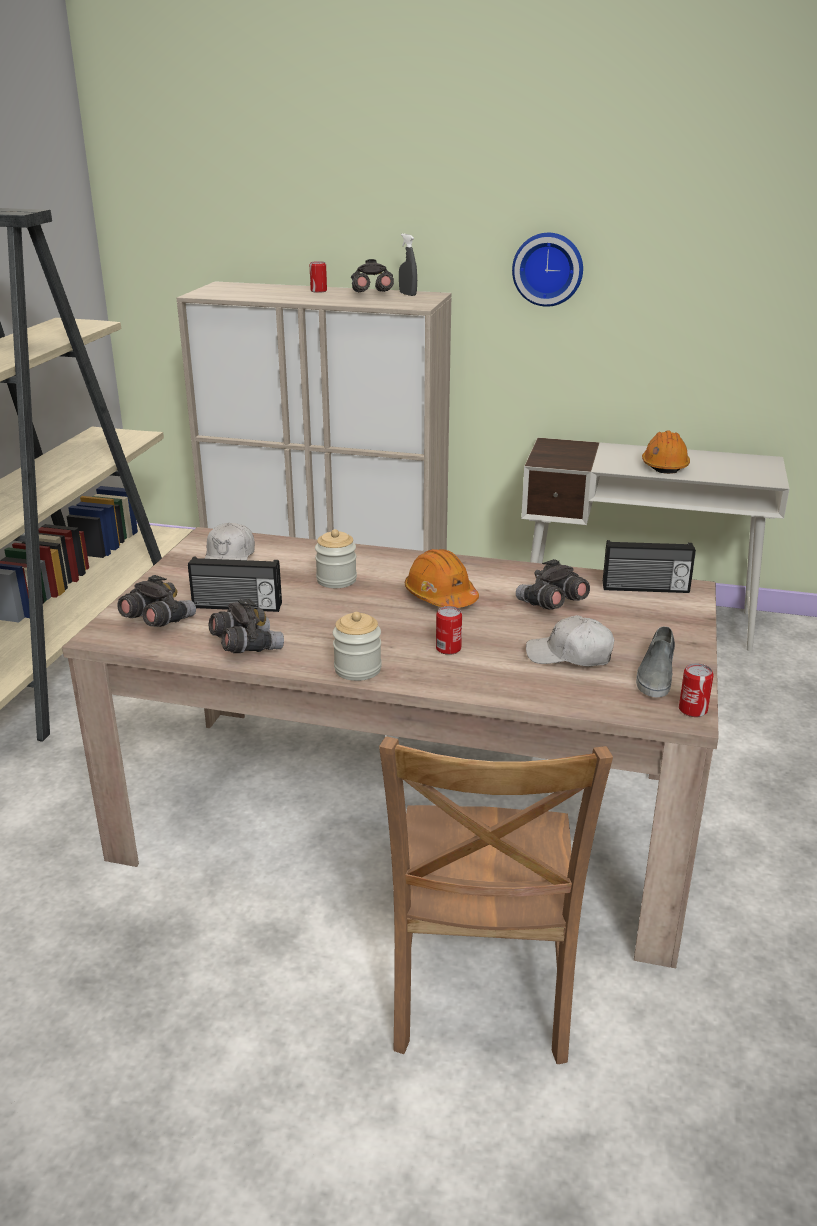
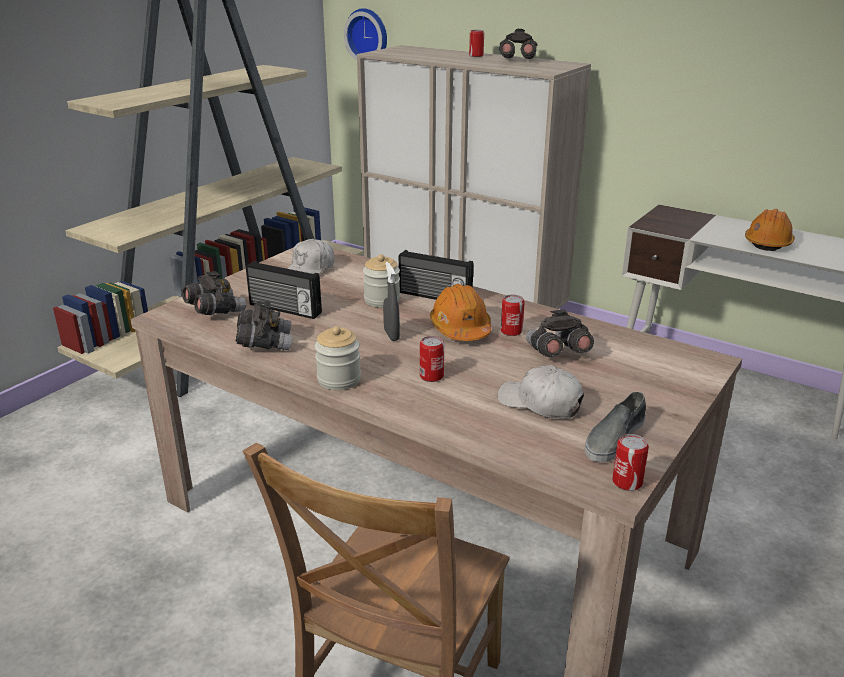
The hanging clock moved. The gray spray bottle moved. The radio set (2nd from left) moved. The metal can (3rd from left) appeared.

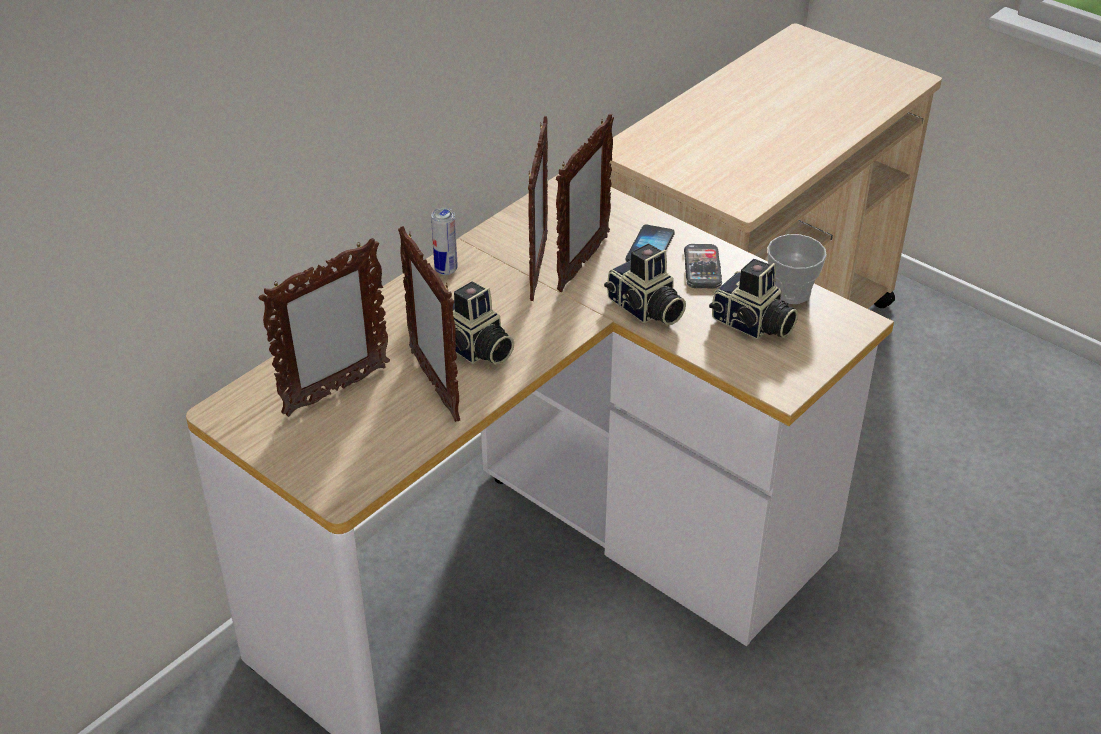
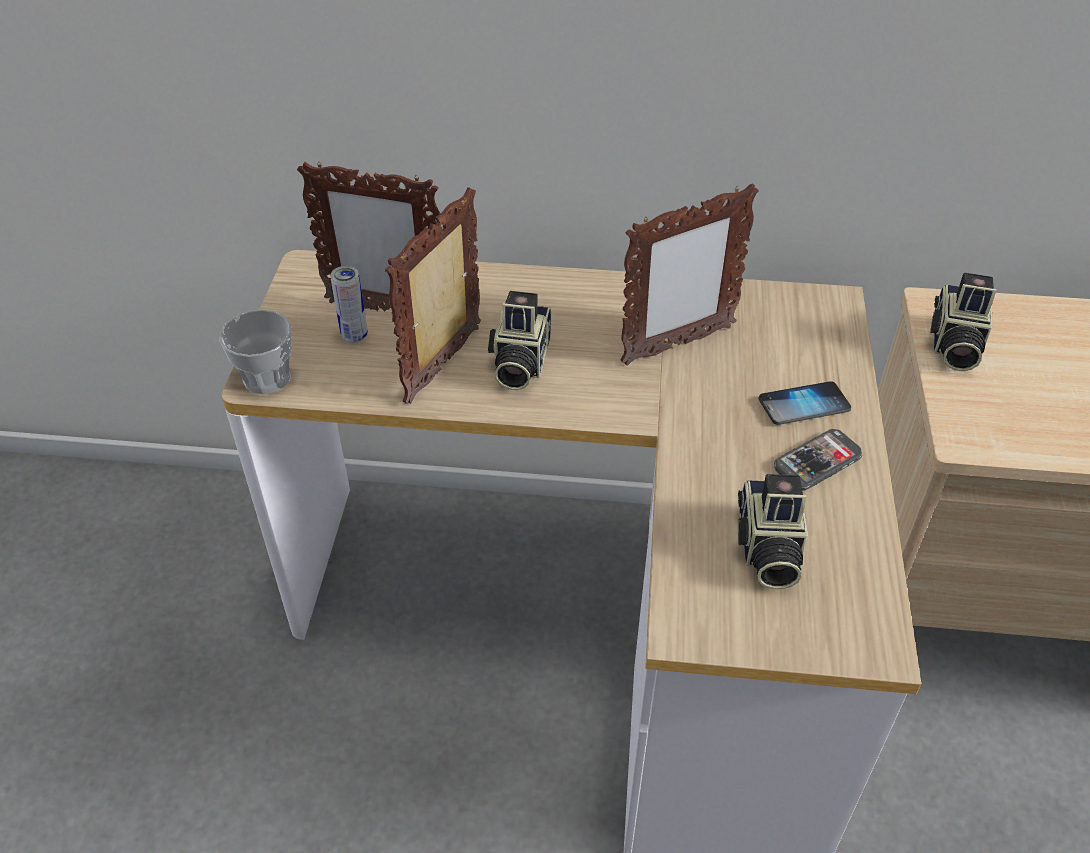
The cup moved. The metal can moved. The photo camera (2nd from left in the first image) moved. The standing frame (4th from left) disappeared.

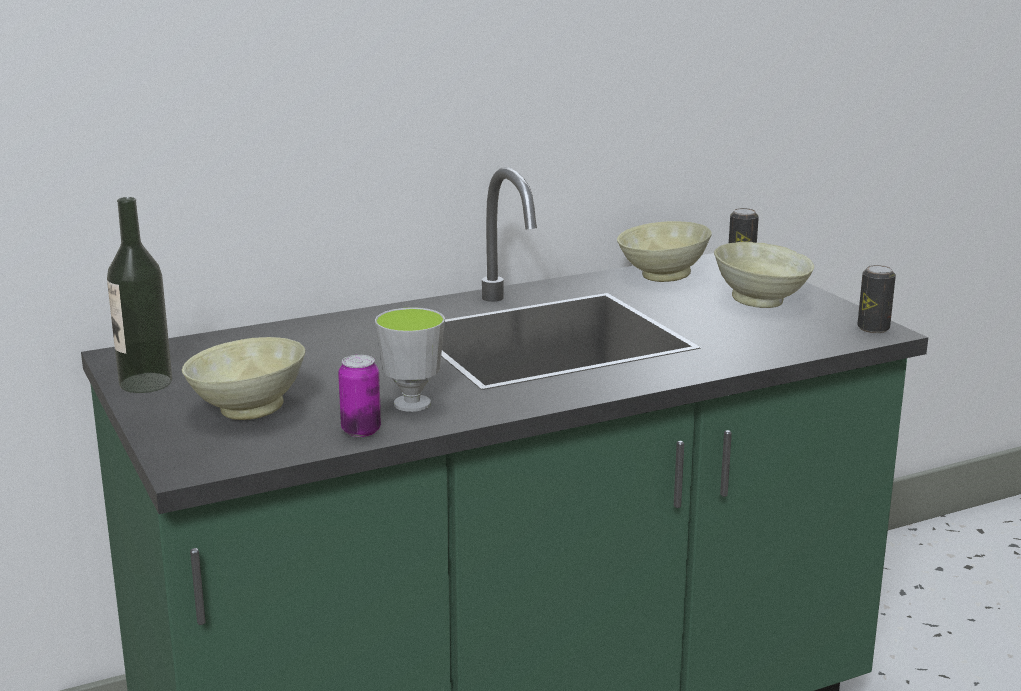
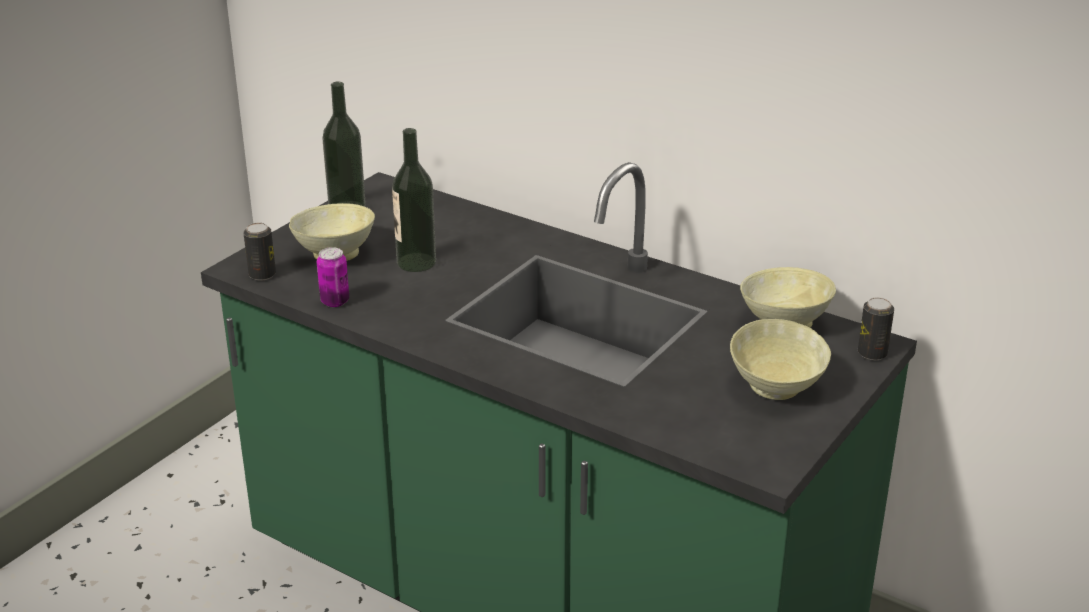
The metal can (3rd from left in the first image) moved. The bottle (2nd from left) appeared. The cup disappeared.

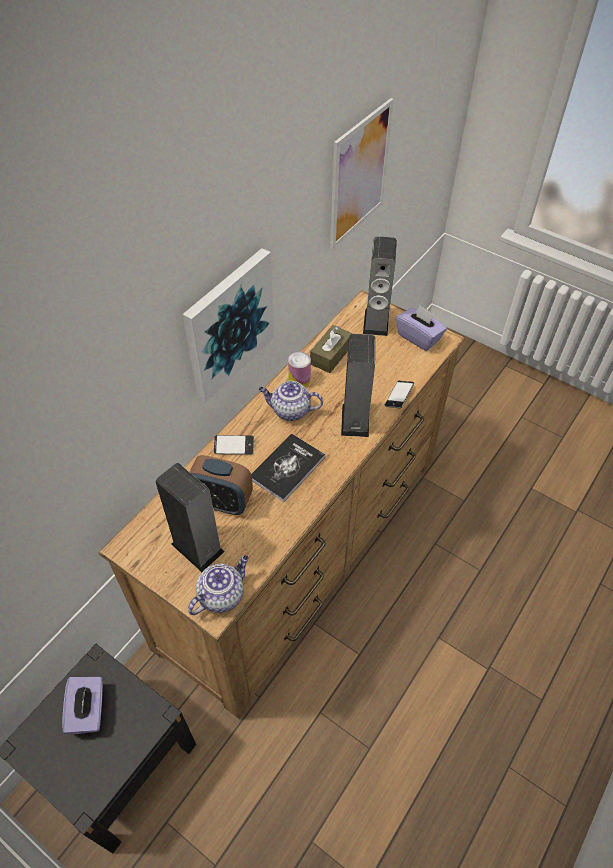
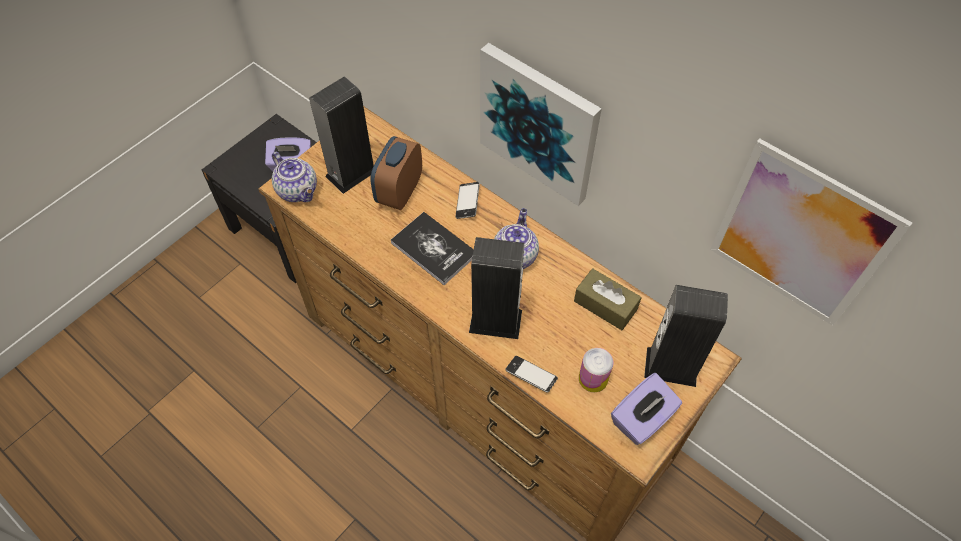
The metal can moved.

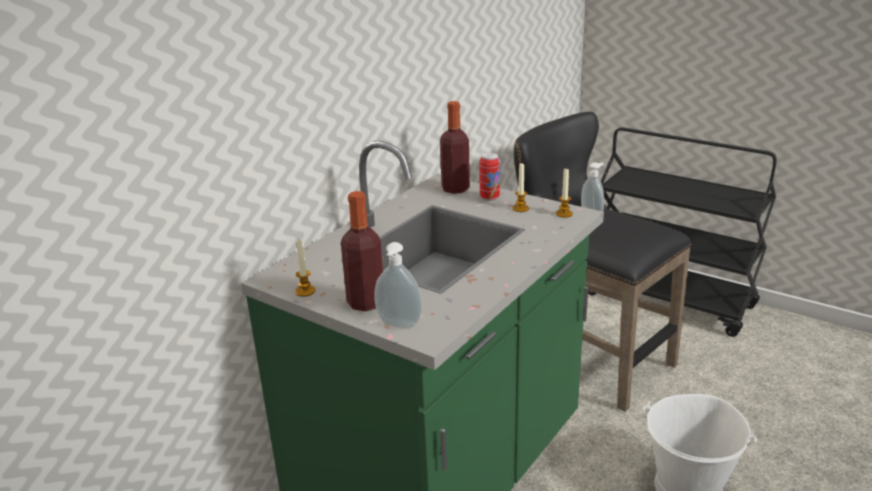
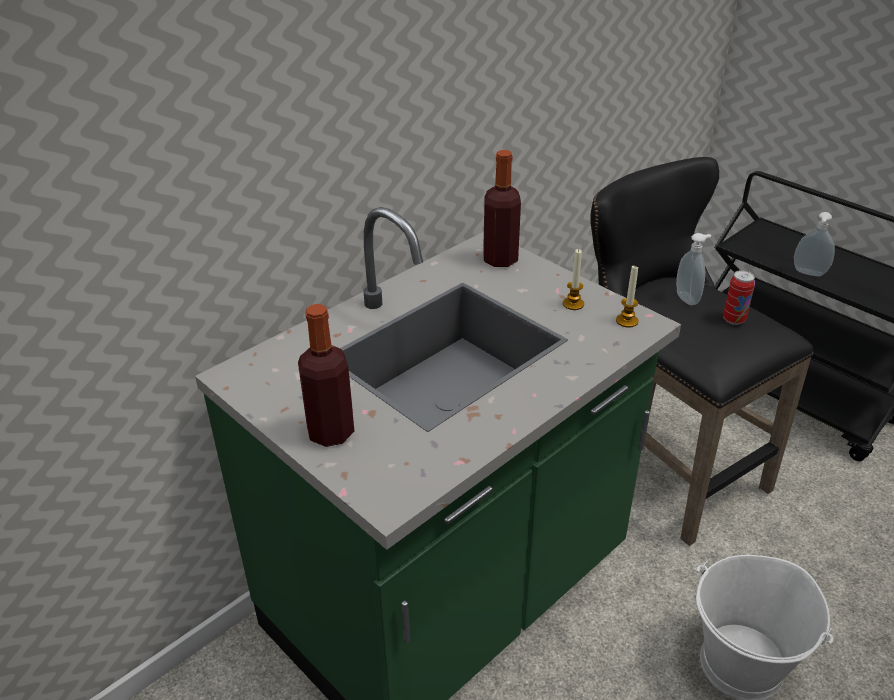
The metal can moved. The soap dispenser (1st from left in the first image) moved. The wax candle (1st from left) disappeared.

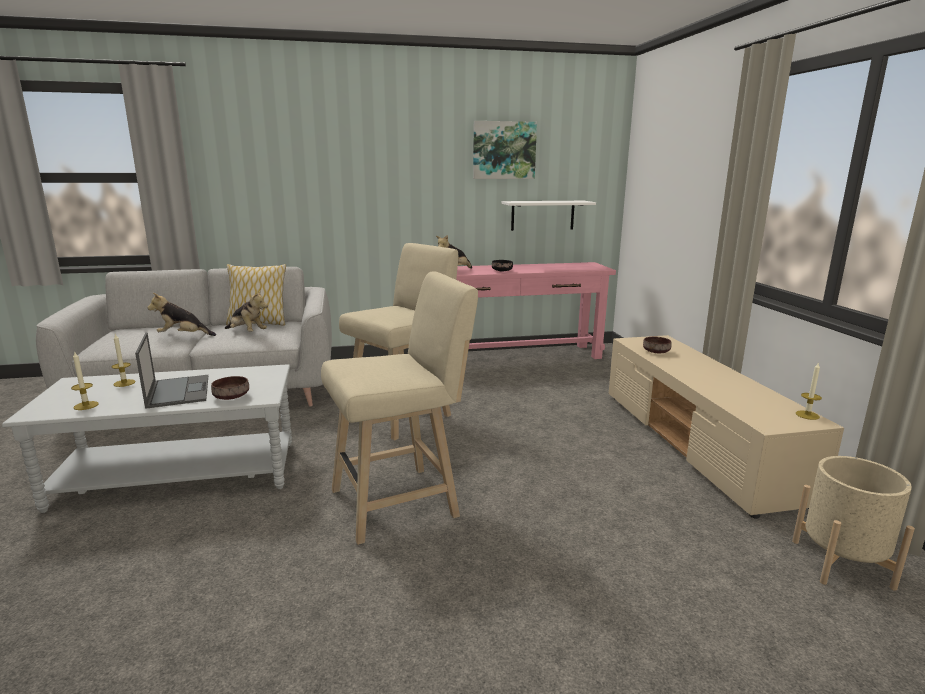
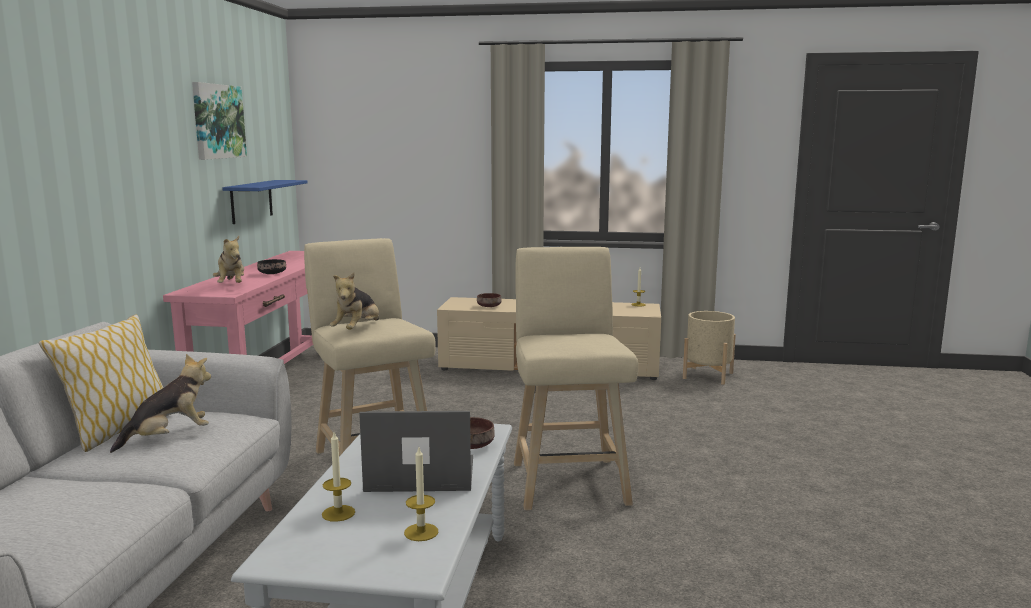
The white-coloured bracket shelf became the blue-coloured bracket shelf. The soft toy (1st from left in the first image) moved.

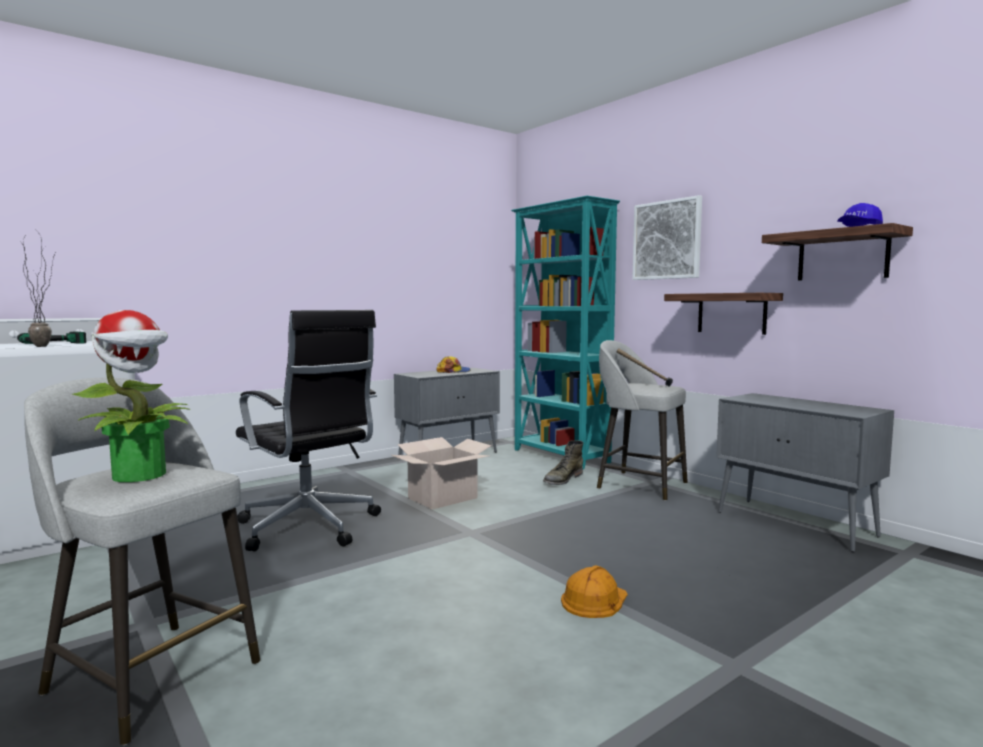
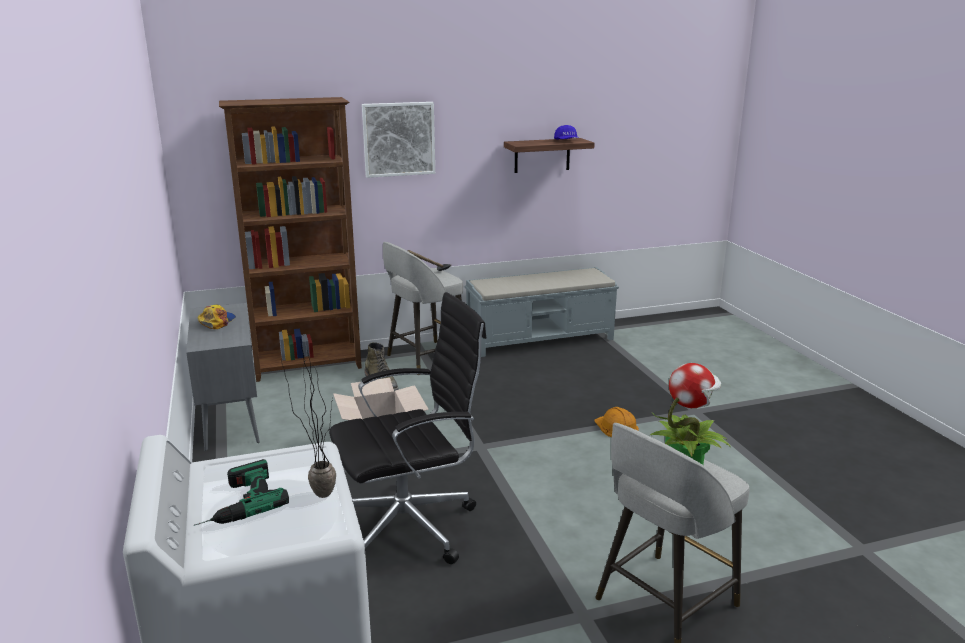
The turquoise-coloured shelving unit became the brown shelving unit. The gray cabinet (2nd from left) was replaced by the gray long seat. The bracket shelf (1st from left) disappeared.

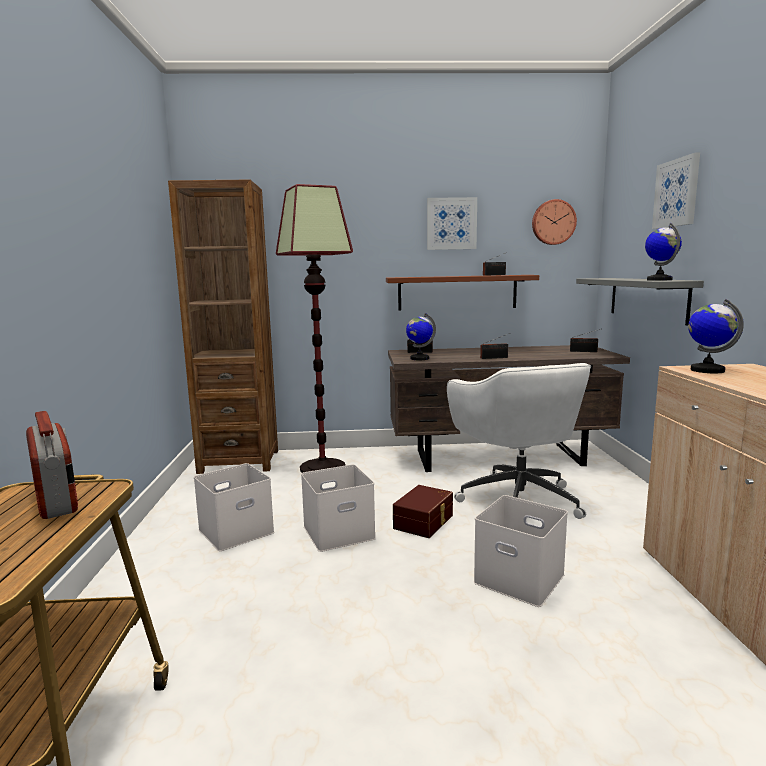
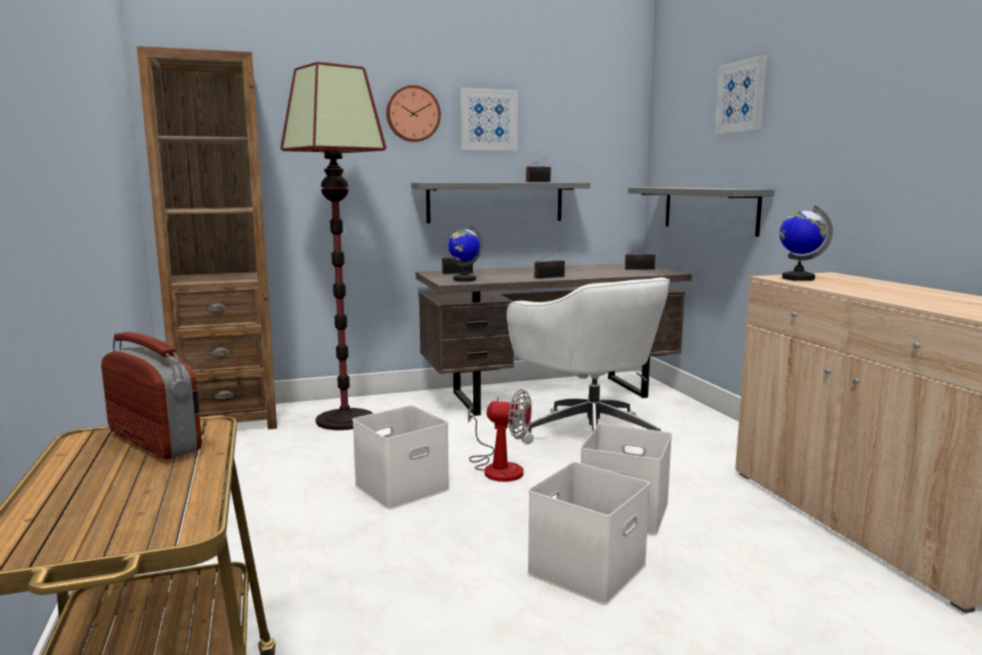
The hanging clock moved. The brown bracket shelf became the gray bracket shelf (1st from left). The brown storage container was replaced by the cooling fan. The white-coloured storage container (1st from left in the first image) moved. The world globe (2nd from left) disappeared.

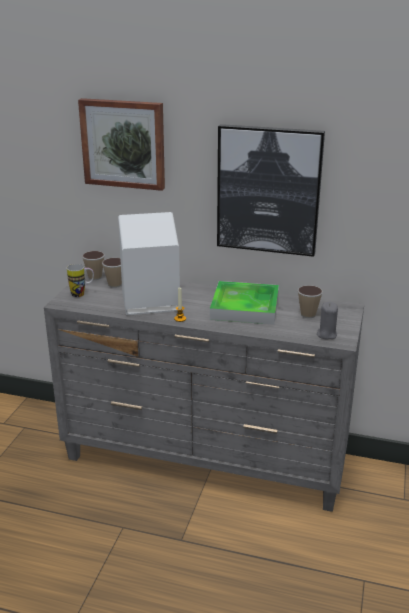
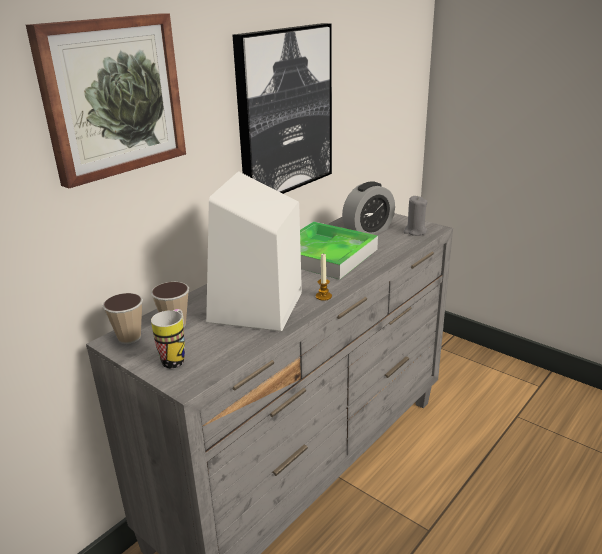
The cup (3rd from left) was replaced by the table clock.

